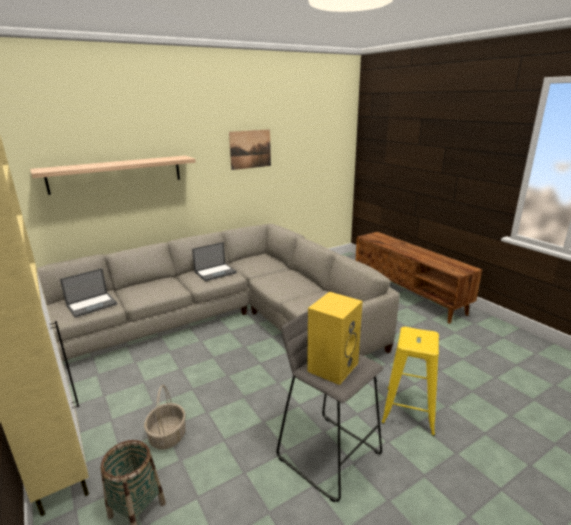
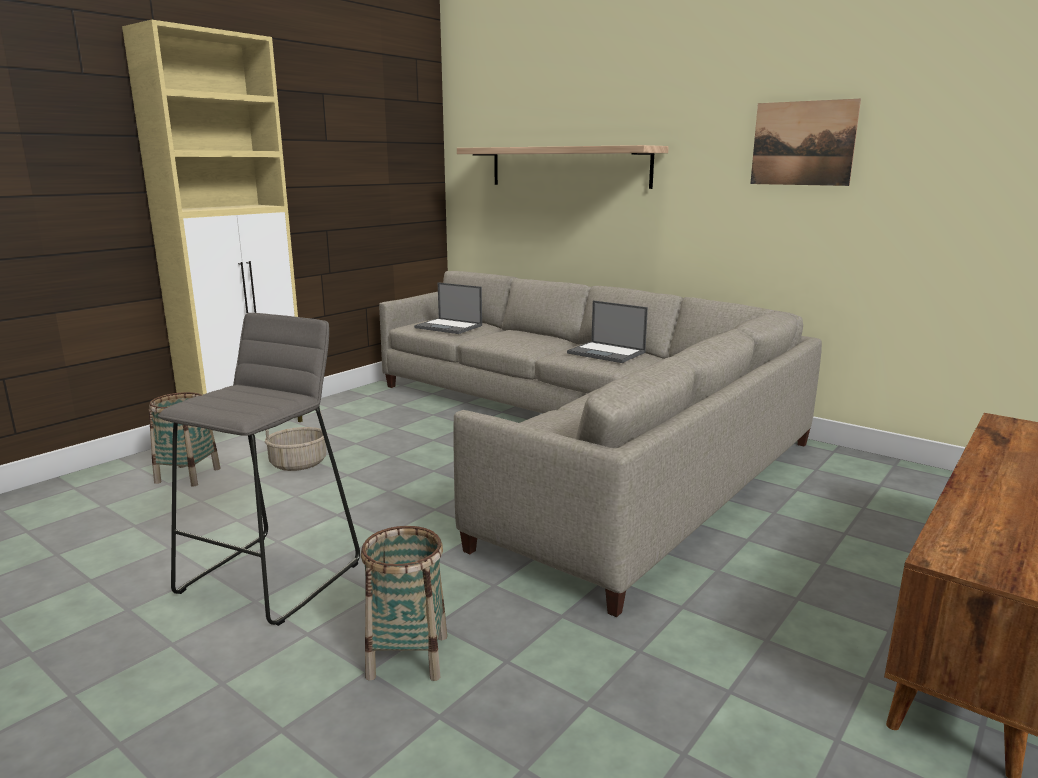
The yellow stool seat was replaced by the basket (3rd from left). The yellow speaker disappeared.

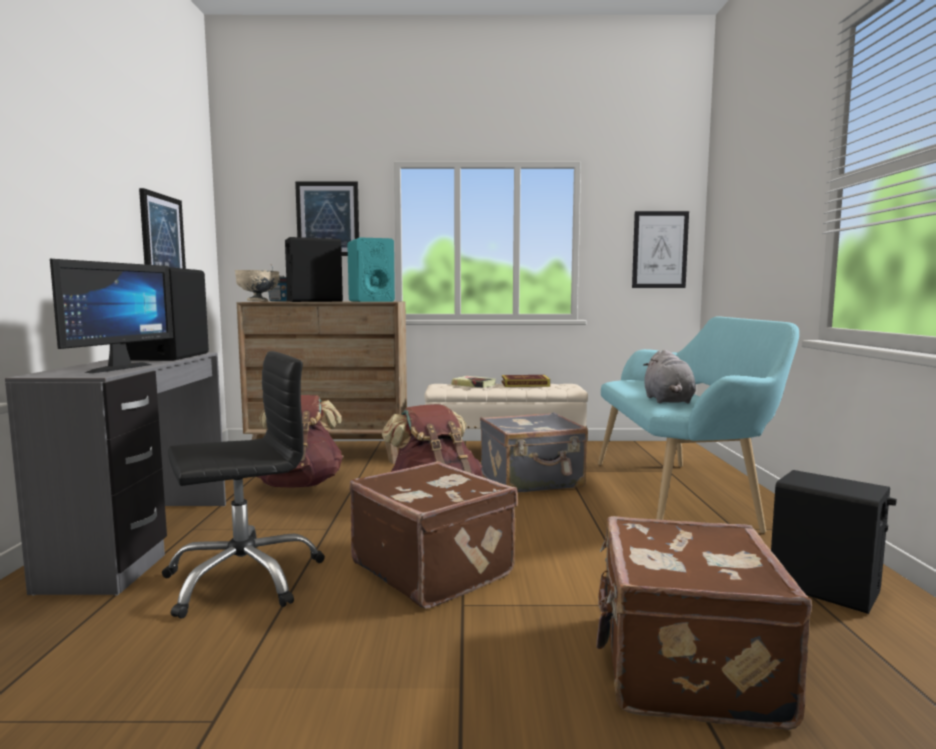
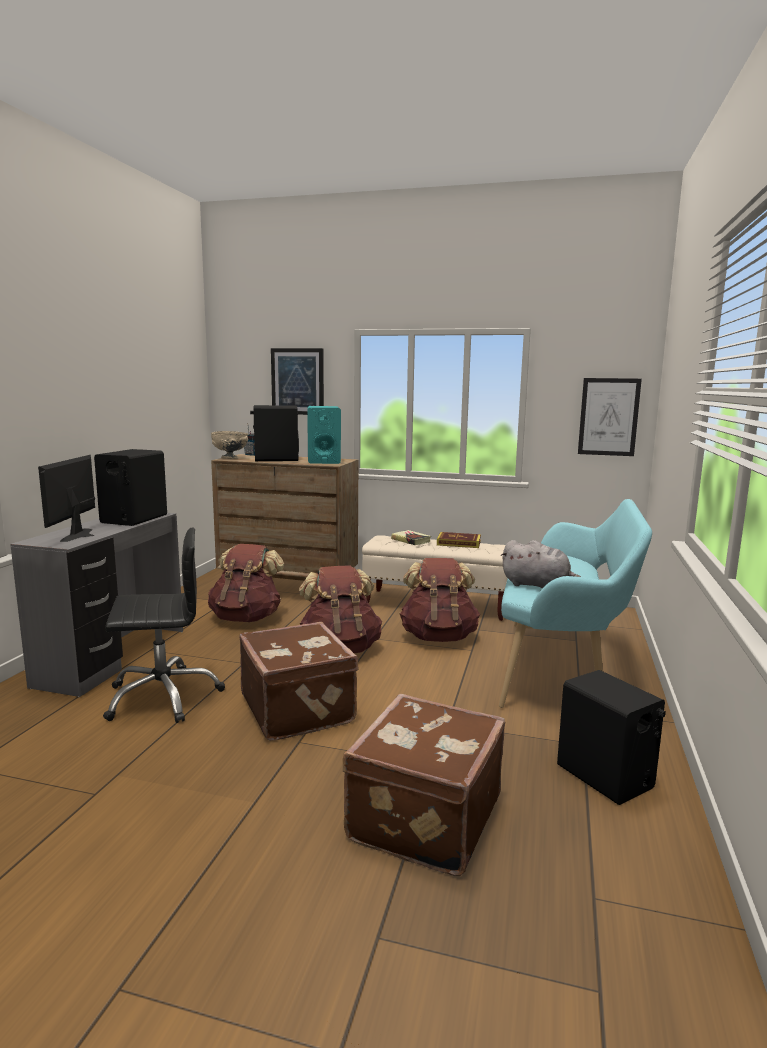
The computer screen turned 150 degrees clockwise. The gray suitcase was replaced by the brown backpack (3rd from left). The gray soft toy turned 75 degrees counterclockwise. The wall art (1st from left) disappeared.

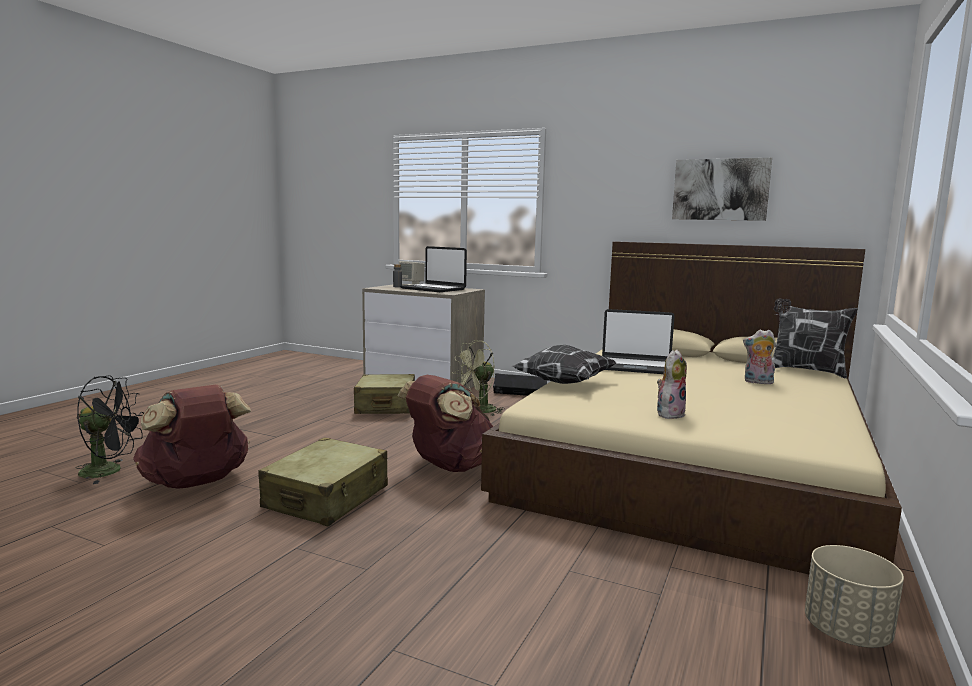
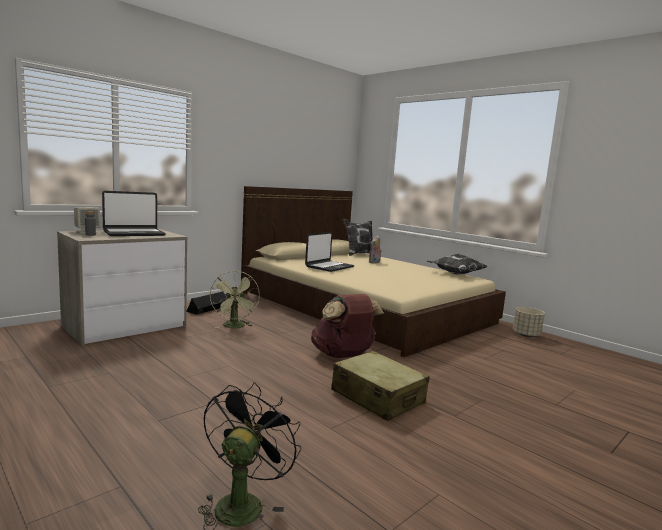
The pillow (1st from left in the first image) moved. The brown backpack (1st from left) disappeared. The beige suitcase (2nd from left) disappeared. The soft toy (1st from left) disappeared. The wall art disappeared.

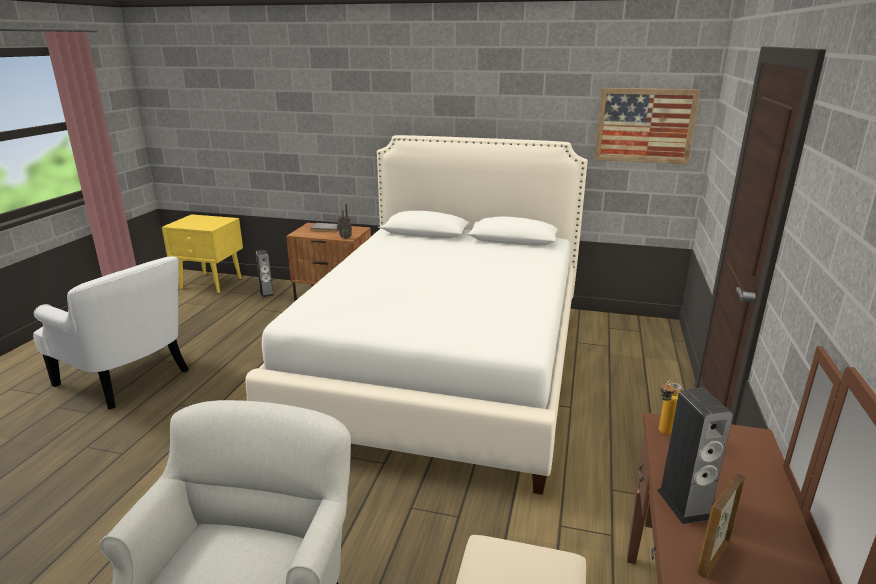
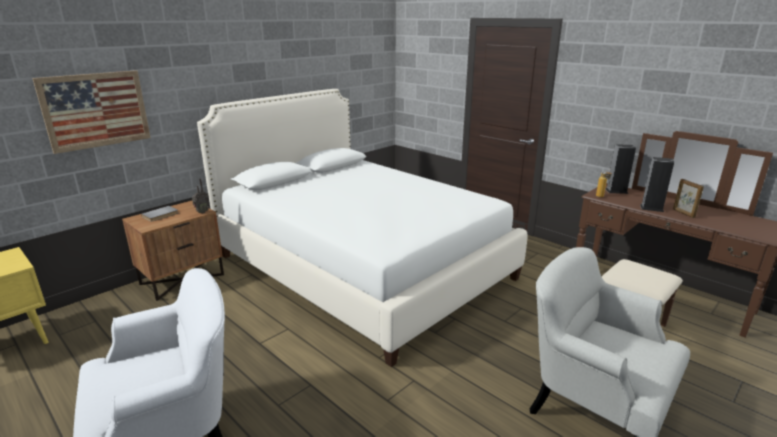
The wall art moved. The speaker (1st from left) moved.

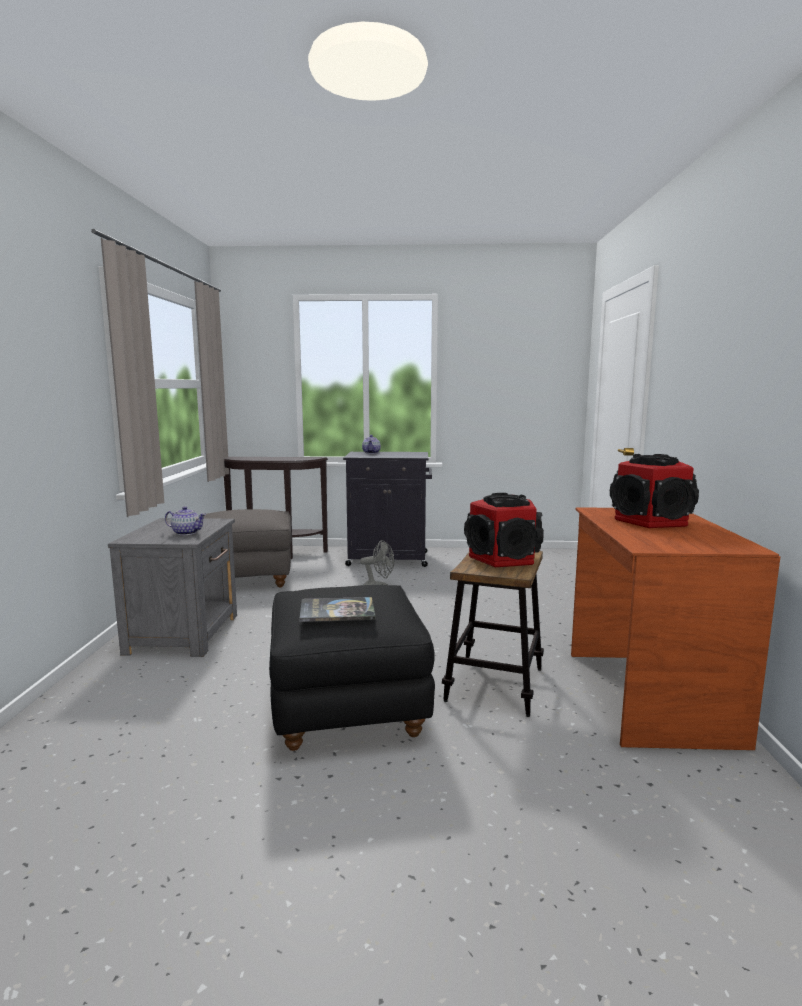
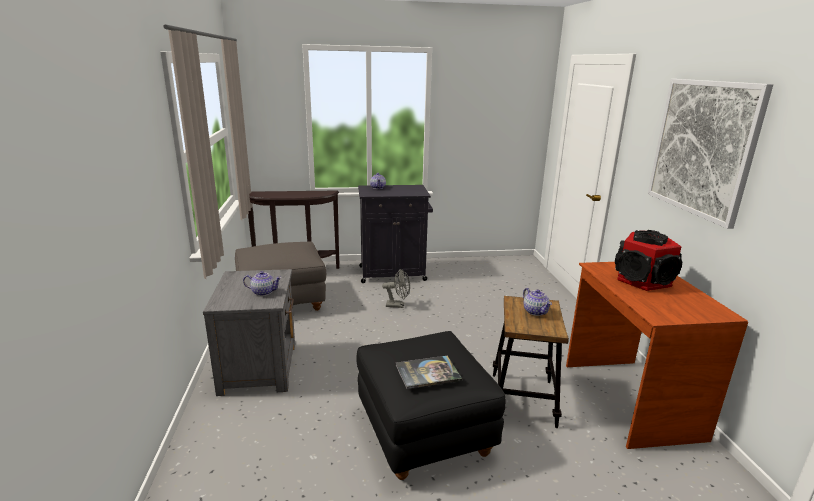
The speaker (1st from left) was replaced by the teapot (3rd from left). The wall art appeared.

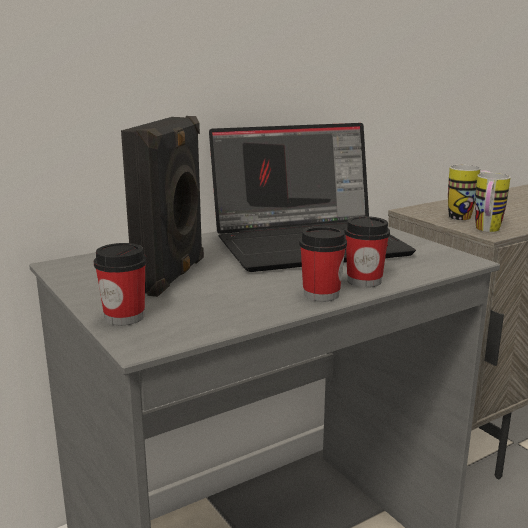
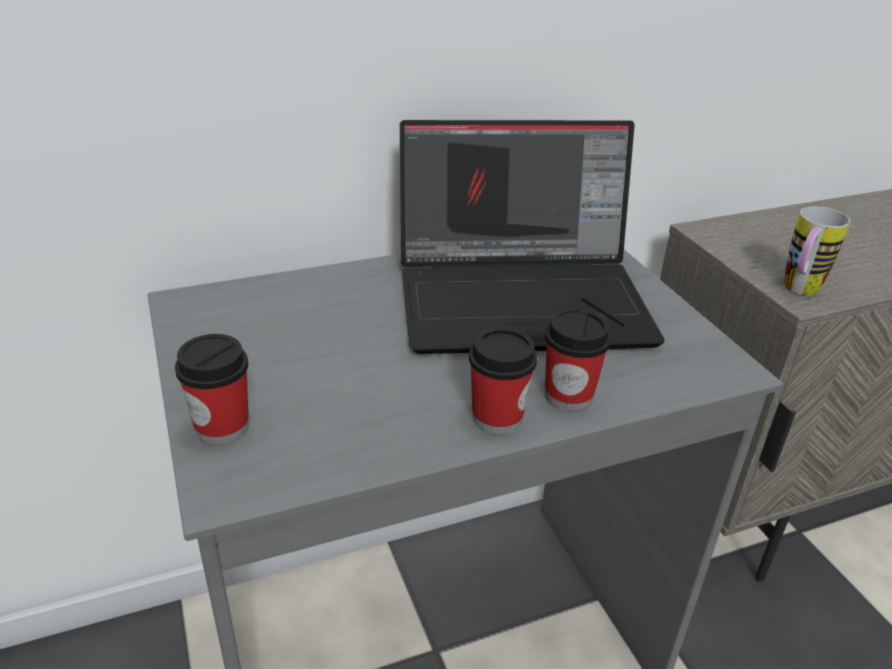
The blackish speaker disappeared. The mug (1st from left) disappeared.

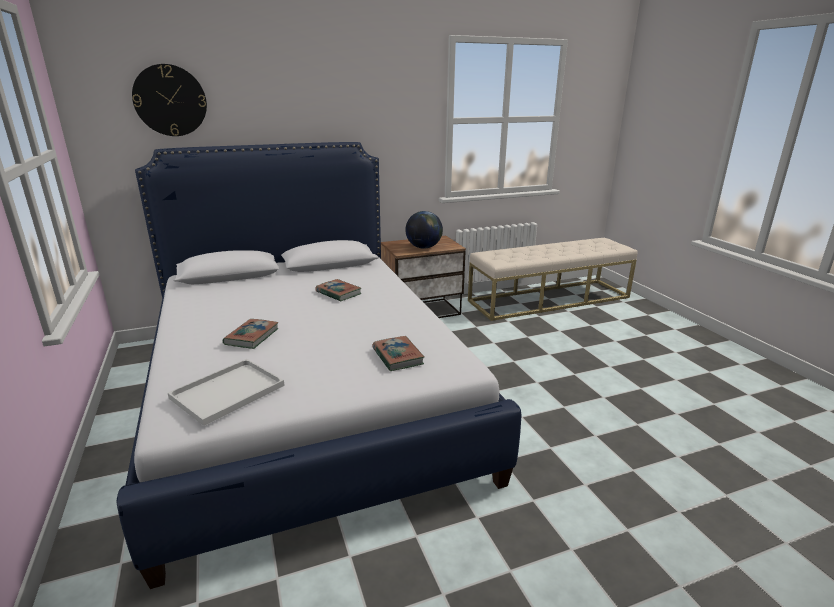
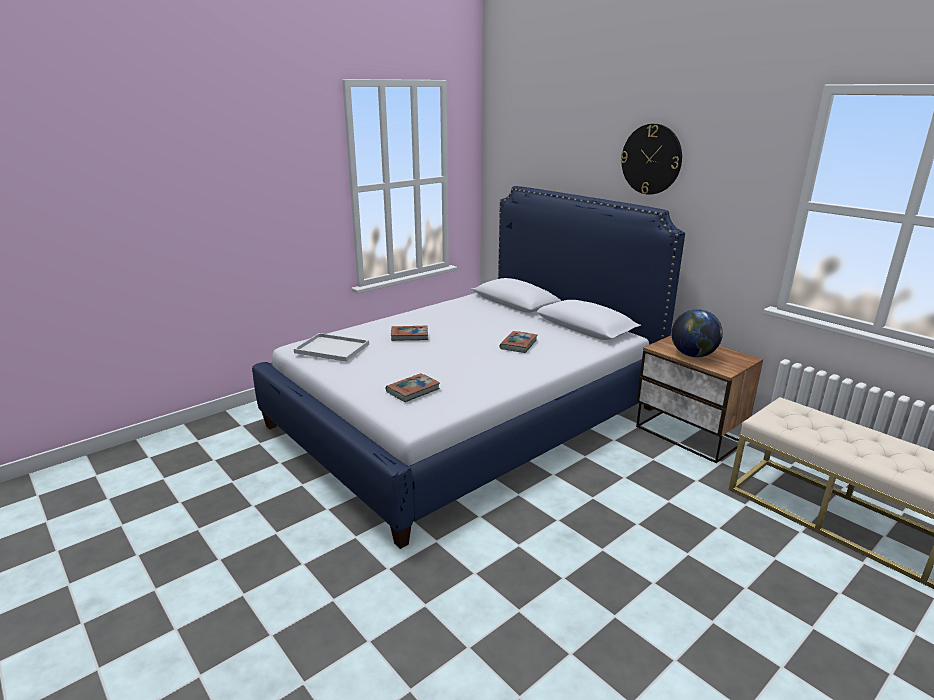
The hanging clock moved.

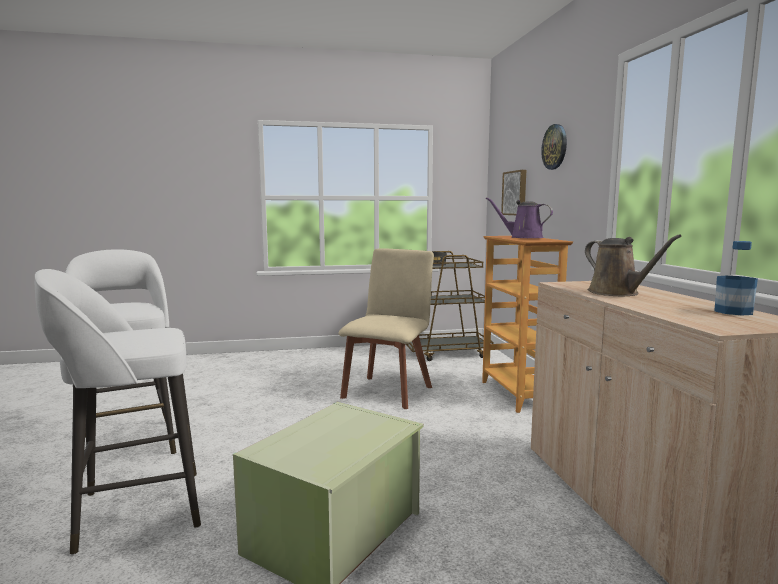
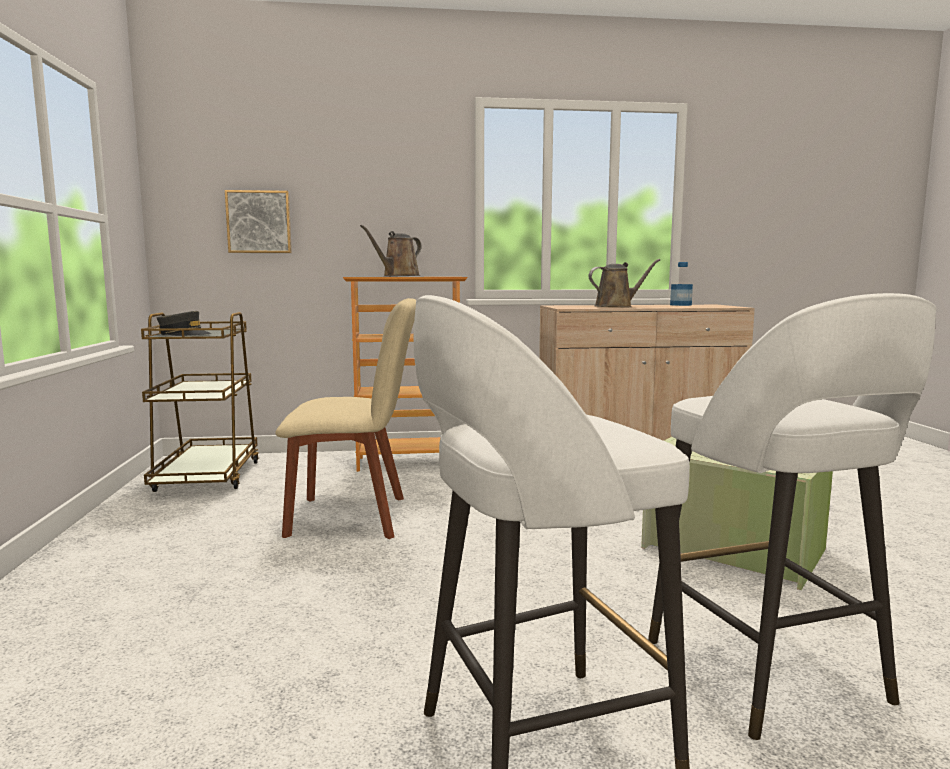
The beige chair turned 150 degrees clockwise. The purplish watering pot became the brown watering pot (1st from left). The hanging clock disappeared.

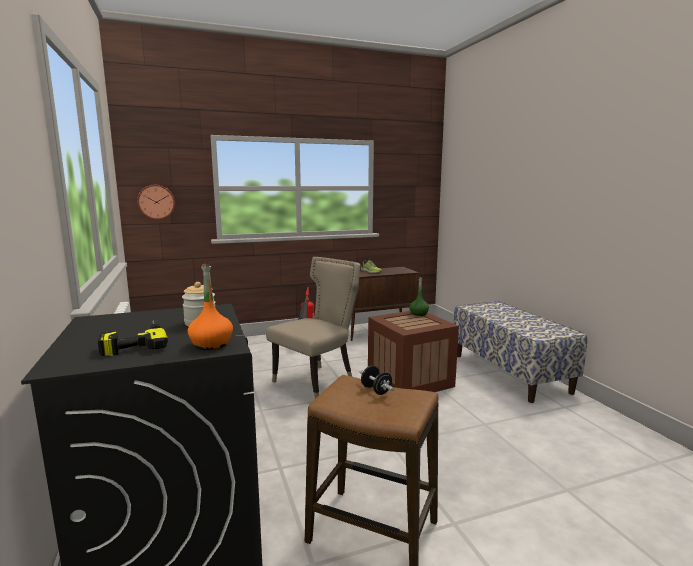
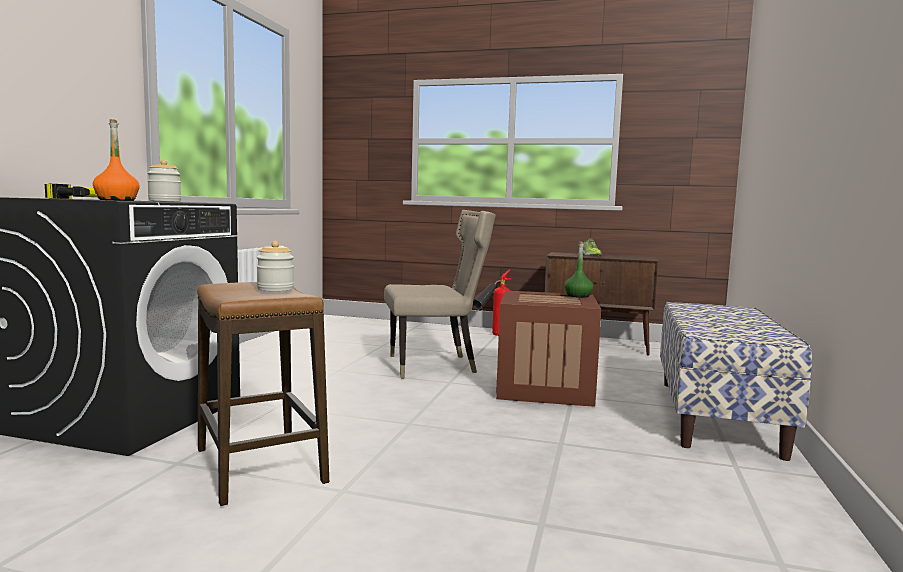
The blackish hand weight was replaced by the jar (2nd from left). The hanging clock disappeared.

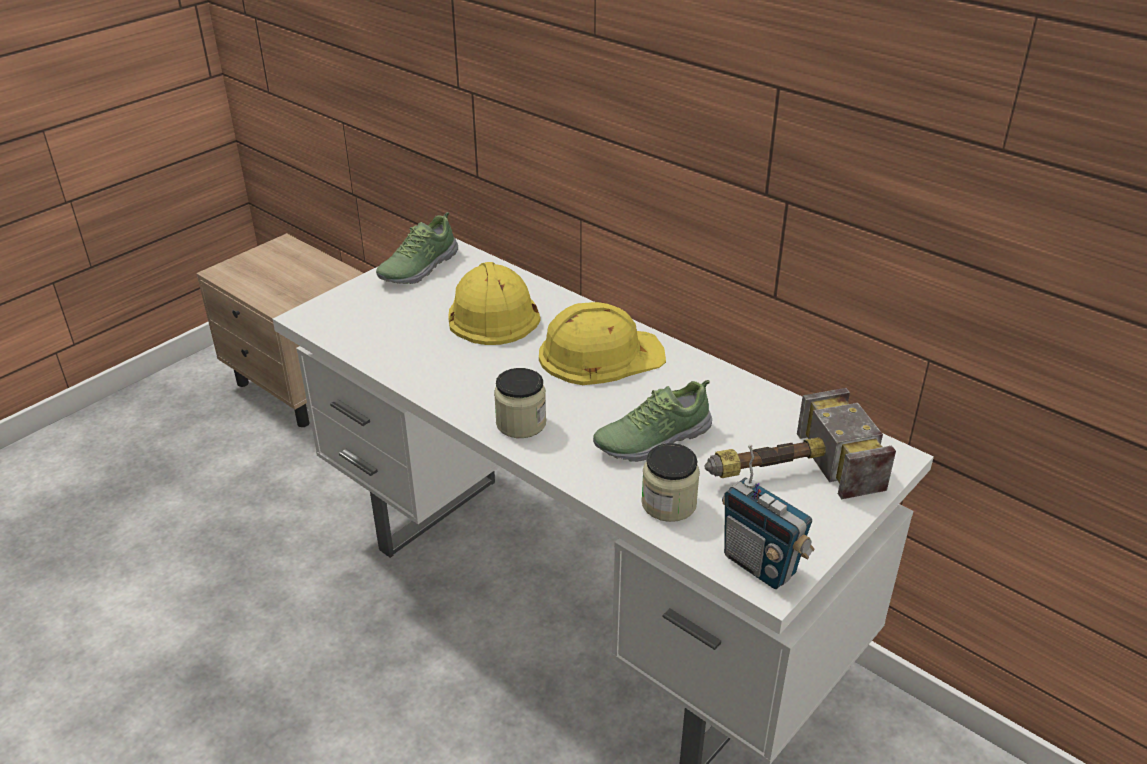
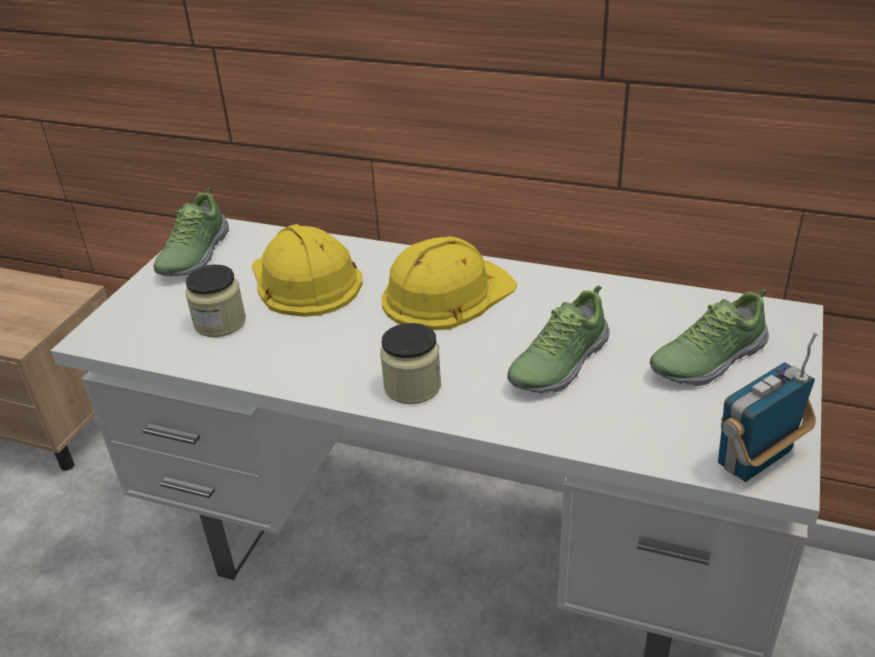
The jar (2nd from left in the first image) moved. The tool hammer was replaced by the shoe (3rd from left). The radio set turned 120 degrees clockwise.

